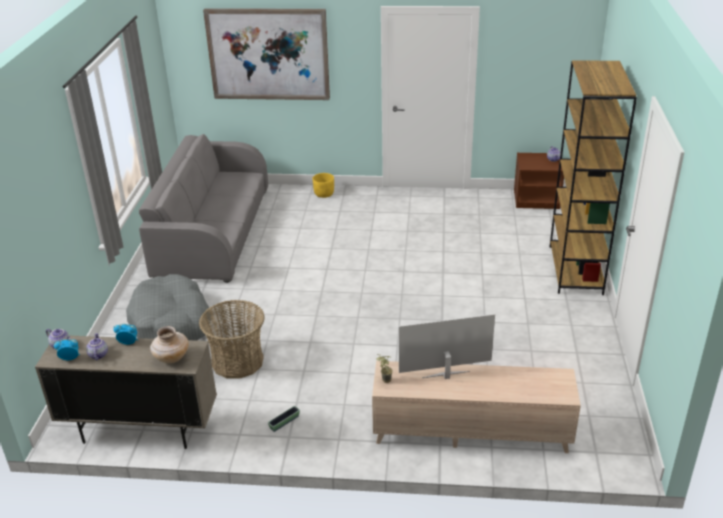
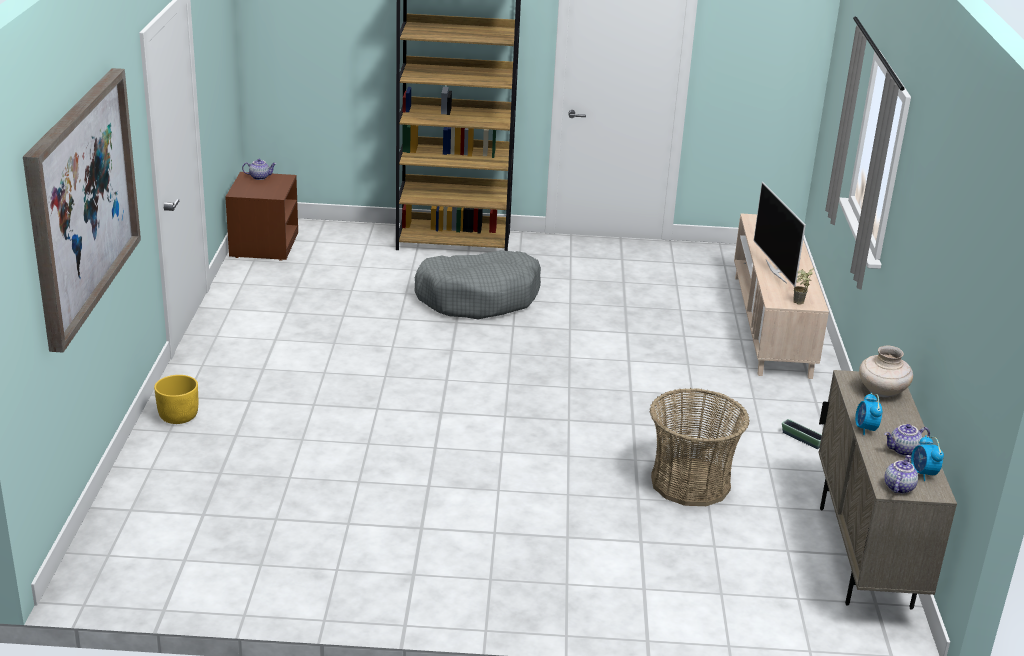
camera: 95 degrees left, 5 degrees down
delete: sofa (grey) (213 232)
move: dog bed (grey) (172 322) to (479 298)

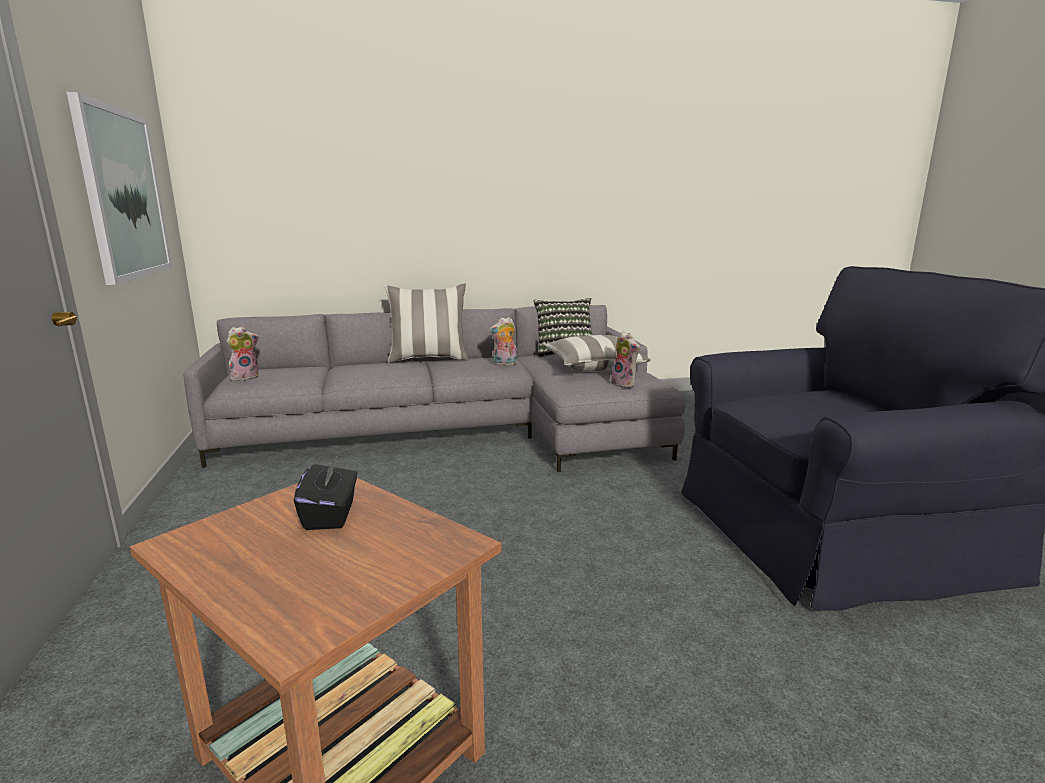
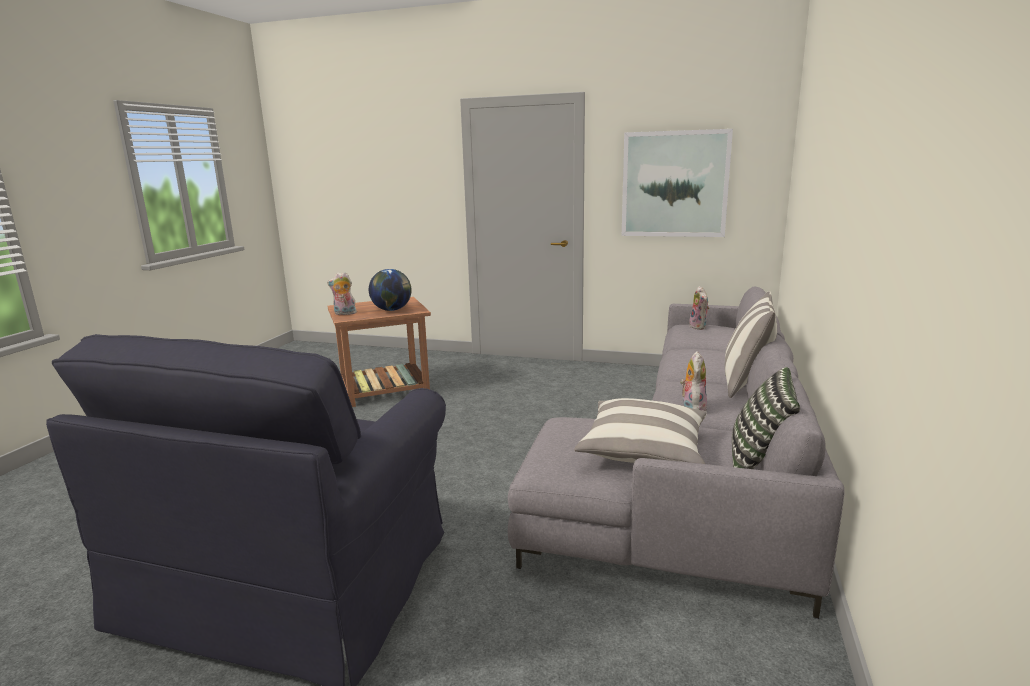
camera: 120 degrees right, 0 degrees up
move: plush toy (625 384) to (344 314)
replace: tissue box (black) (331 515) to globe (392 310)

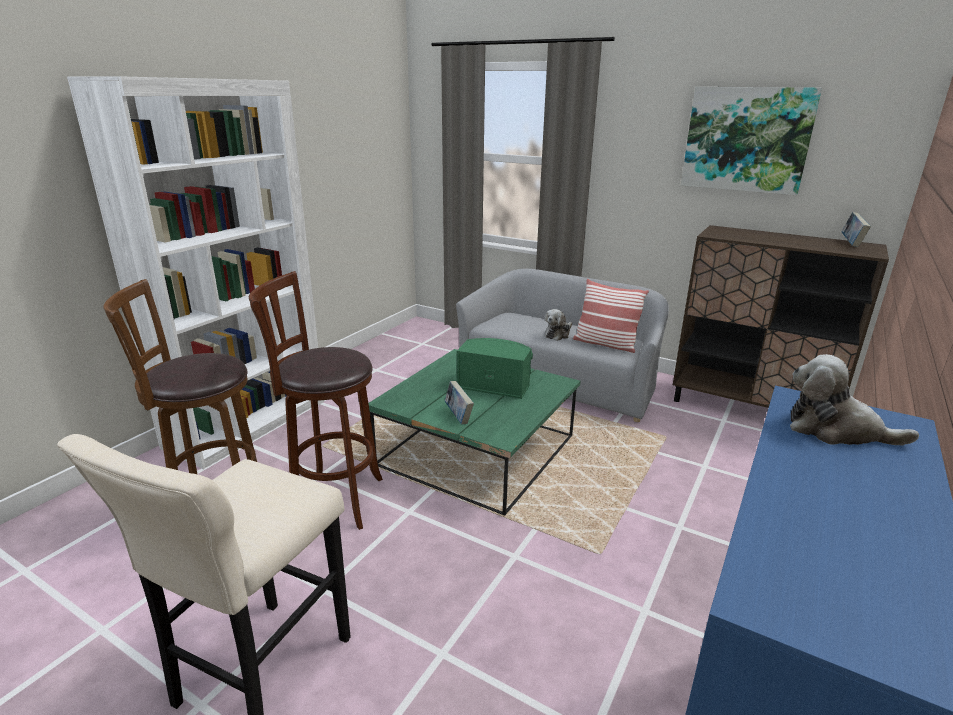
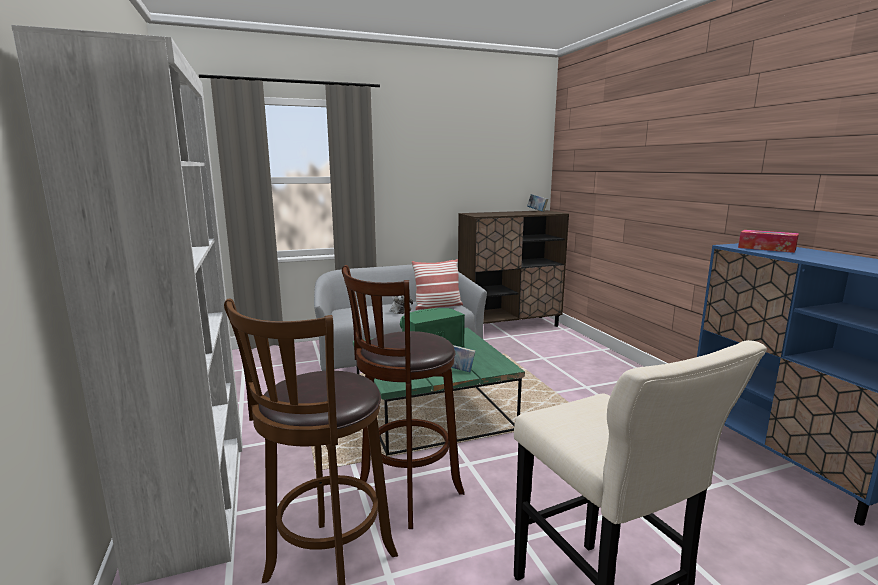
camera: 50 degrees left, 10 degrees down
delete: picture (746 140)
replace: plush toy (835 430) to tissue box (766 248)

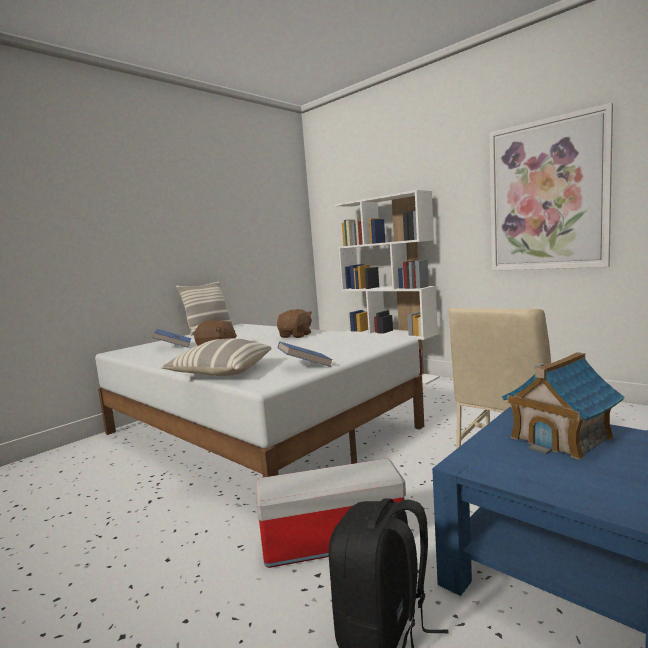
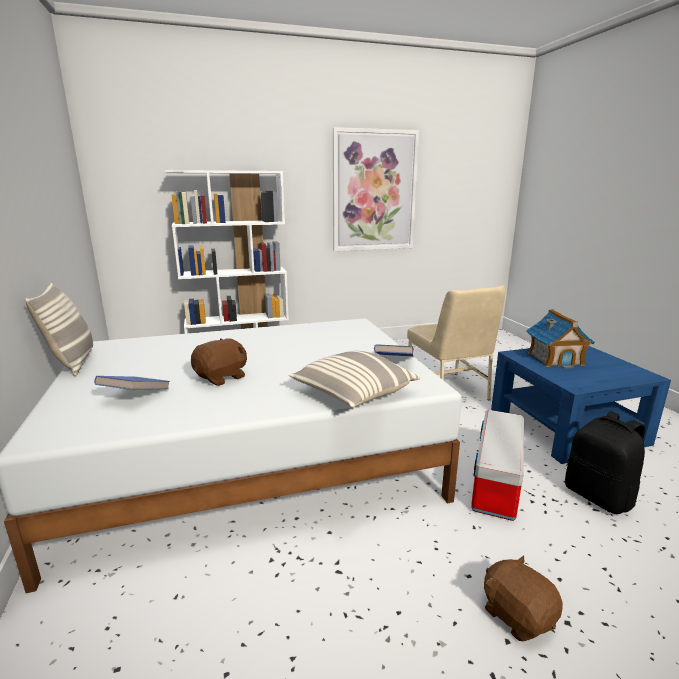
camera: 60 degrees left, 10 degrees up
move: plush toy (brown) (296 335) to (517 615)

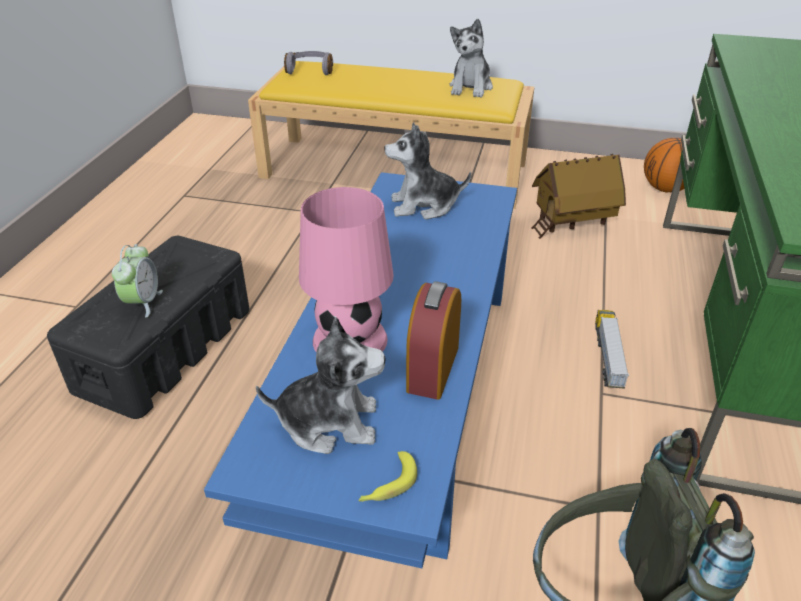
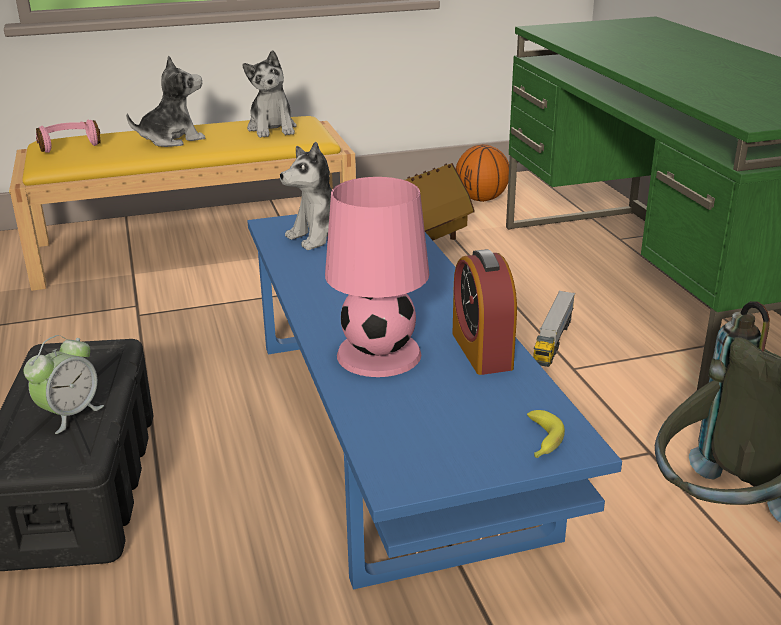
camera: 30 degrees left, 10 degrees down
move: plush toy (329 422) to (172 139)
recolor: headphones (grey) (310 70) to headphones (pink) (68 145)
rotate: alarm clock (143 302) = (70 414) 60 degrees clockwise; toy truck (607 357) = (553 340) 135 degrees counterclockwise

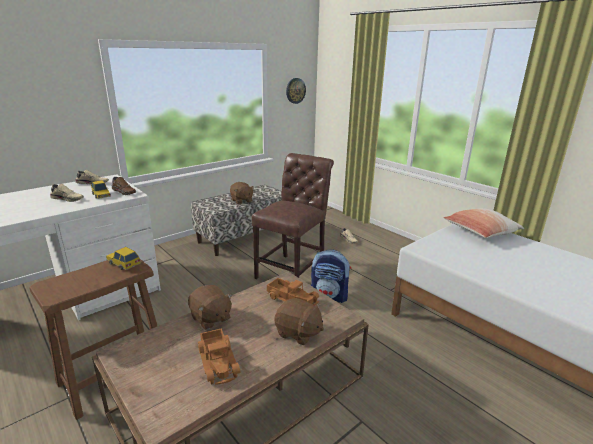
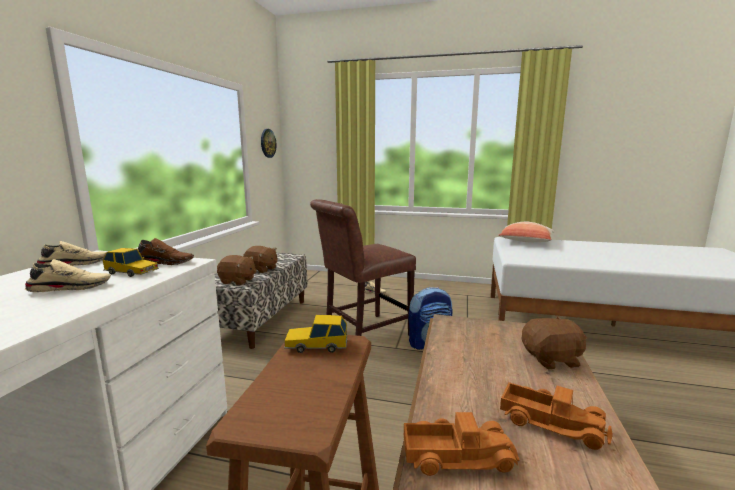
camera: 35 degrees left, 10 degrees down
move: plush toy (brown) (210 318) to (237 281); toy truck (292 299) to (457 455)
rotate: chair (brown) (293 271) = (363 334) 120 degrees counterclockwise

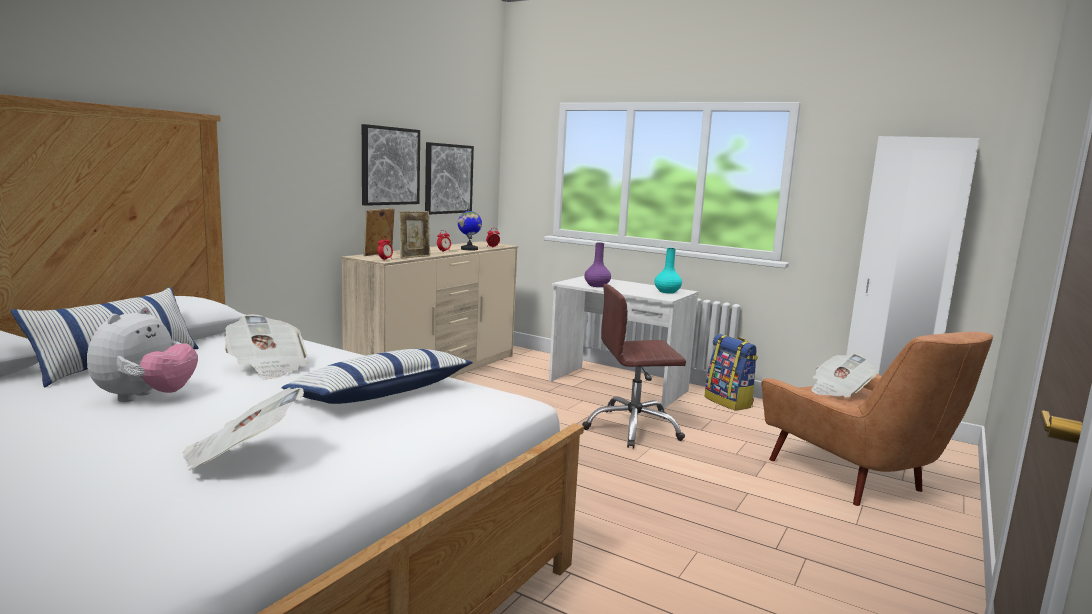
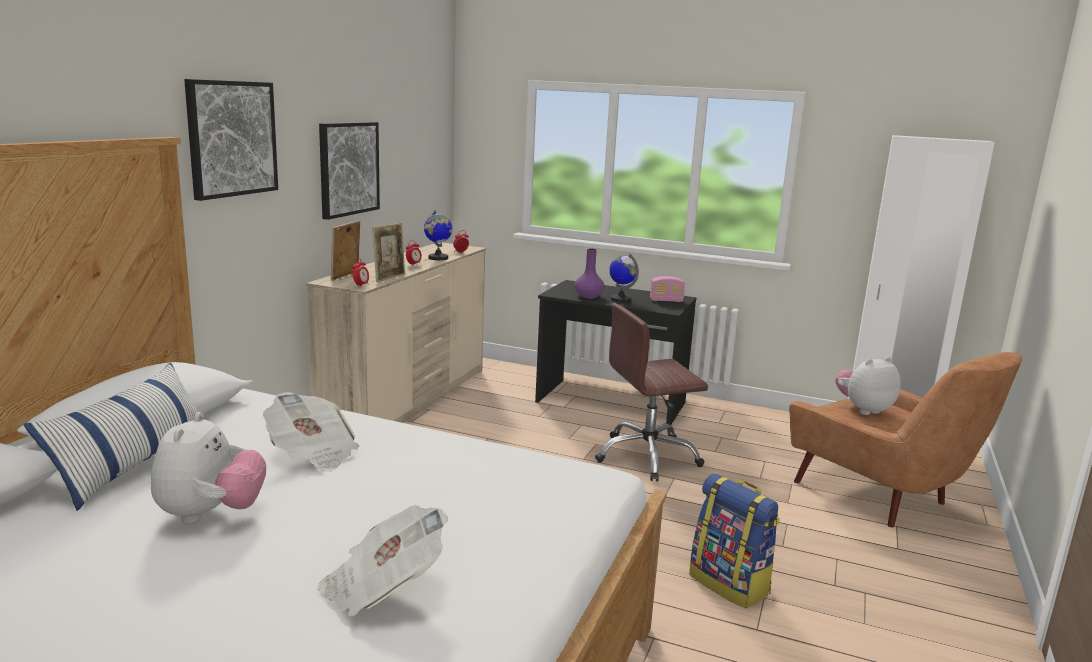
camera: 10 degrees left, 5 degrees up
delete: pillow (381 394)
insert: globe (621 300)
move: picture (448 178) to (231 138); backpack (729 402) to (730 584)
replace: vase (turquoise) (667 292) to radio (666 300); newspaper (838 391) to plush toy (863 409)
recolor: desk (white) (617 386) to desk (black) (611 403)

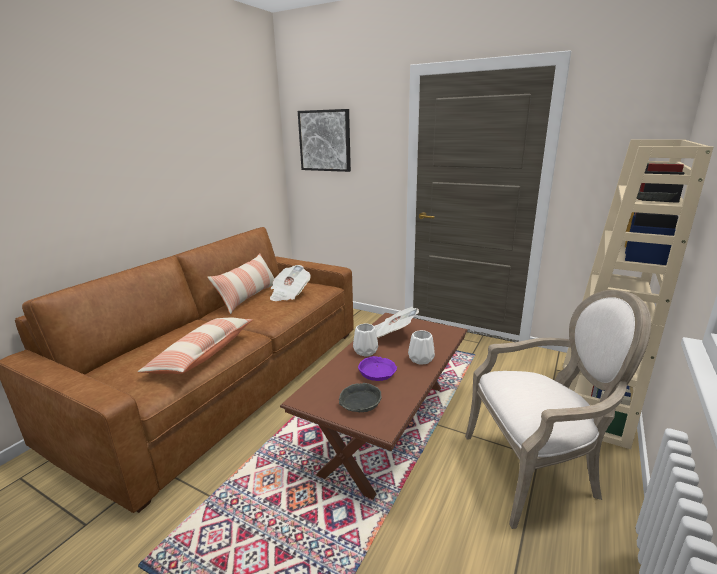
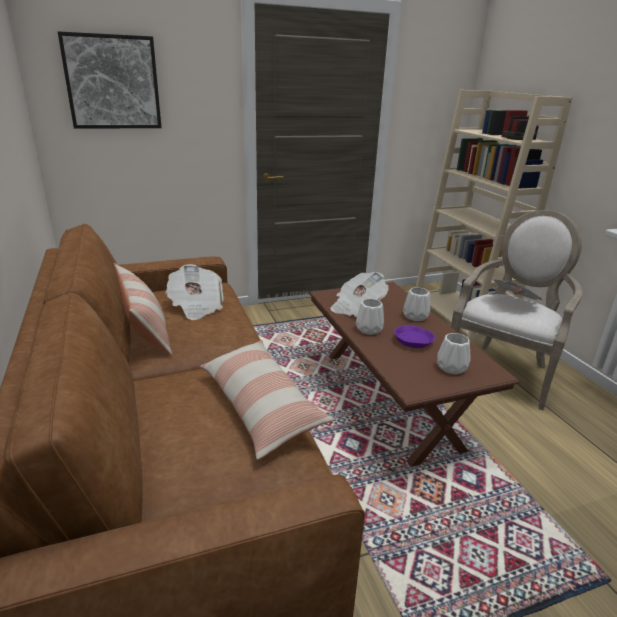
camera: 50 degrees left, 5 degrees up
insert: newspaper (515 303)
replace: bowl (grey) (359 403) to vase (white) (451 368)

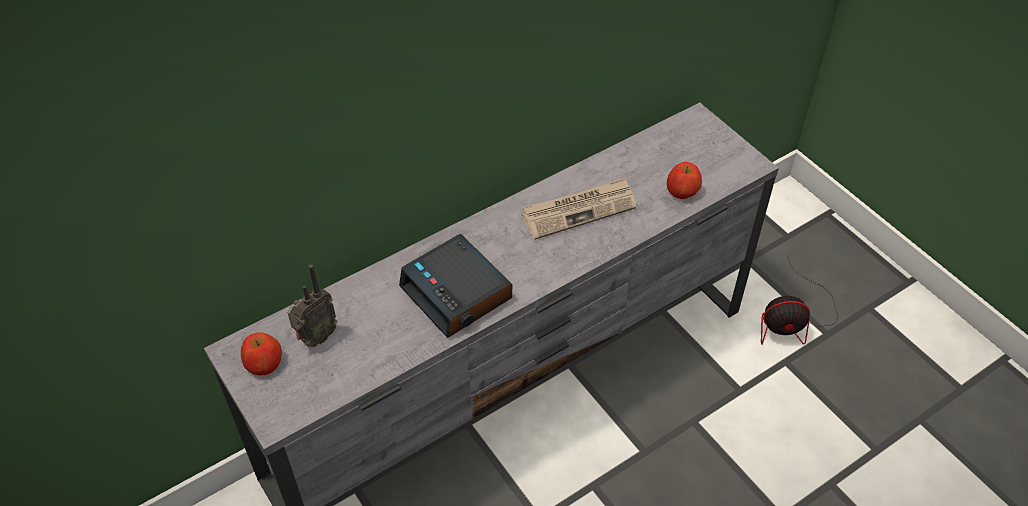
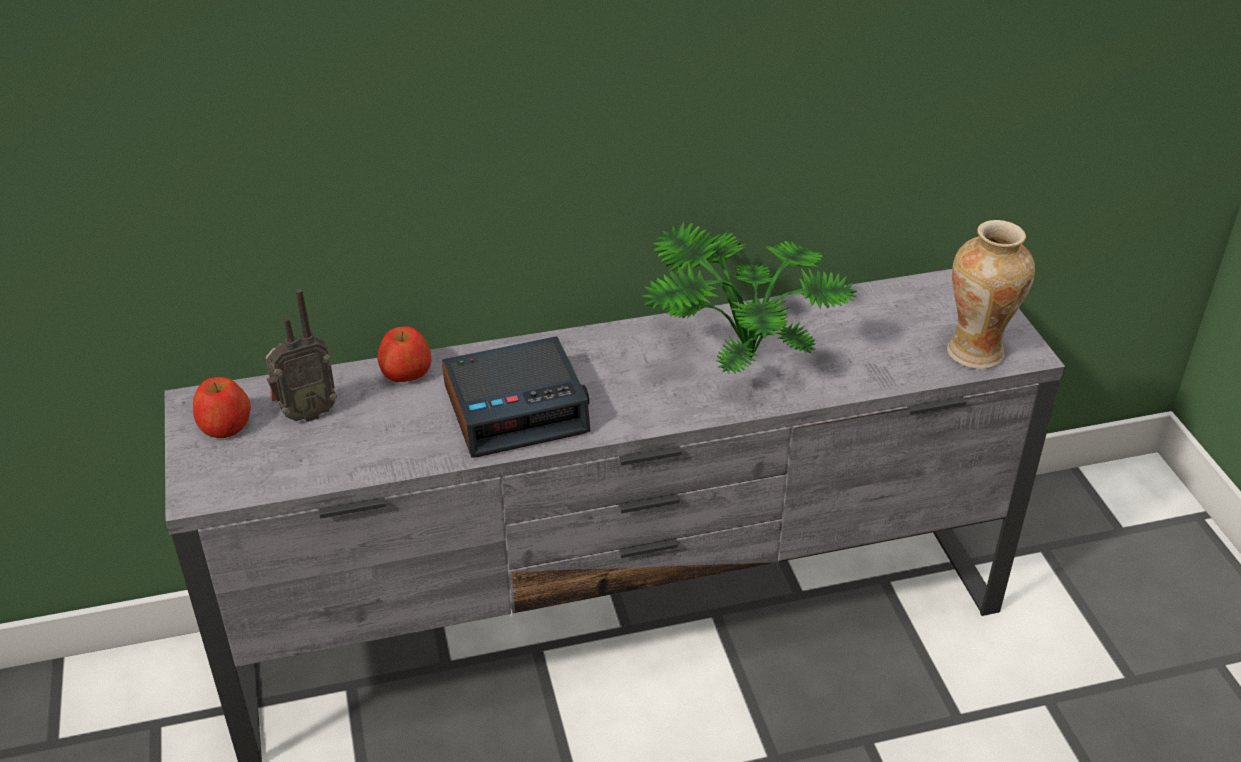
camera: 20 degrees right, 10 degrees down
delete: fan (792 320)
insert: vase (976 352)
move: apple (682 191) to (405 372)
replace: newspaper (579 210) to potted plant (738 352)
rotate: alarm clock (457 293) = (517 408) 90 degrees counterclockwise

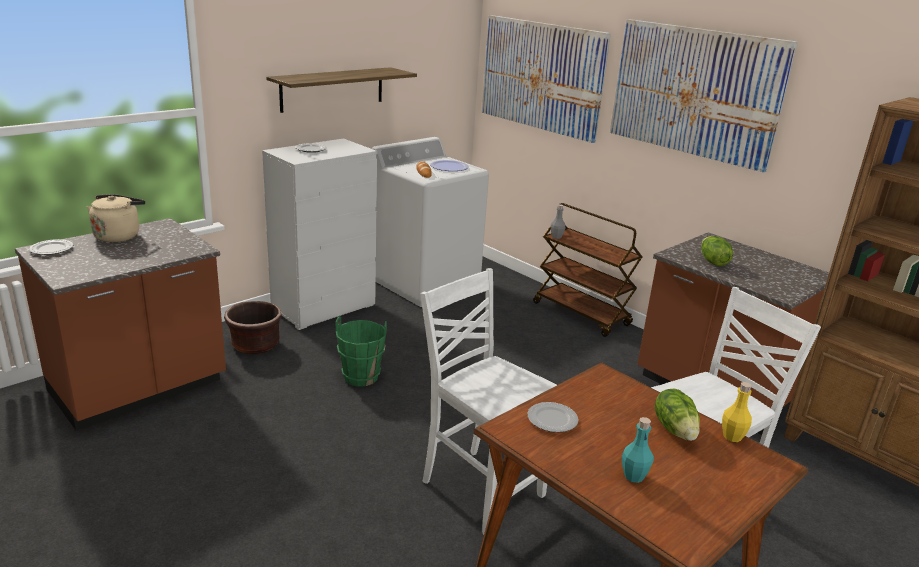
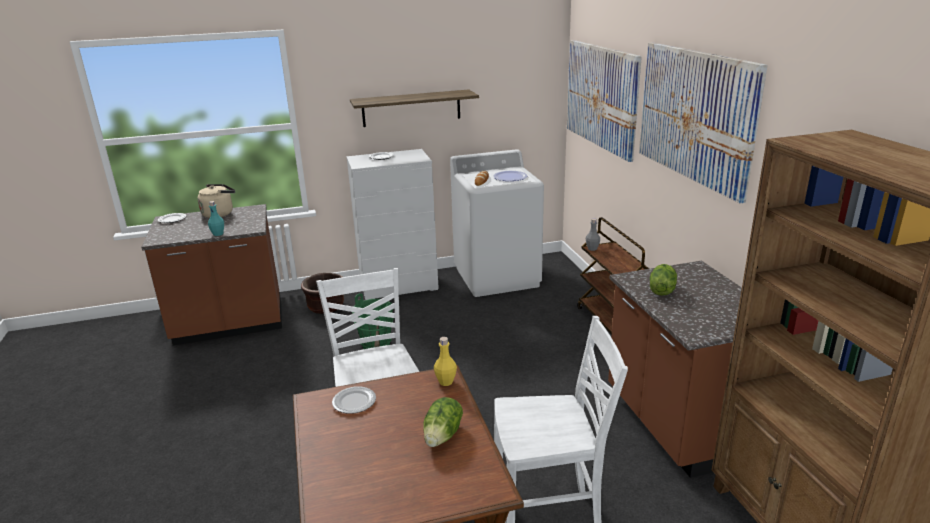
camera: 30 degrees right, 0 degrees up
move: bottle (turquoise) (633 476) to (218 234); bottle (yellow) (732 437) to (446 382)

